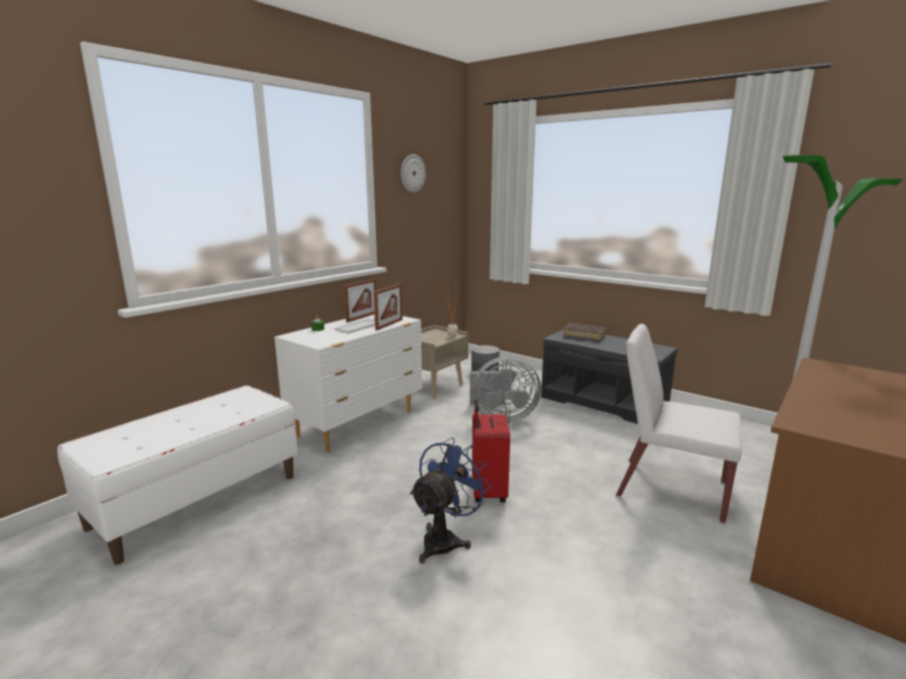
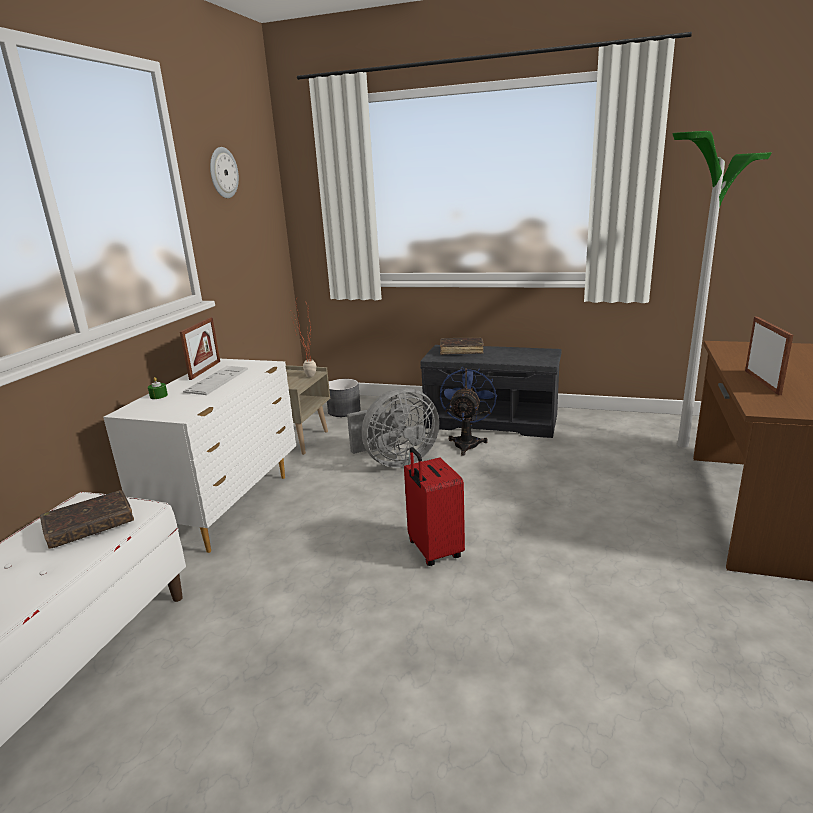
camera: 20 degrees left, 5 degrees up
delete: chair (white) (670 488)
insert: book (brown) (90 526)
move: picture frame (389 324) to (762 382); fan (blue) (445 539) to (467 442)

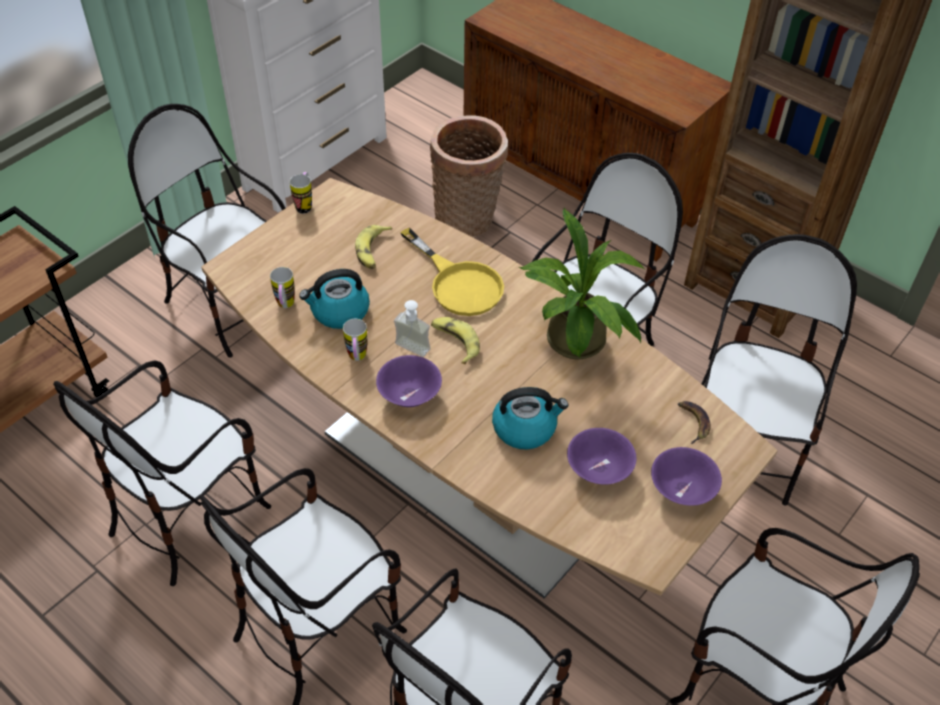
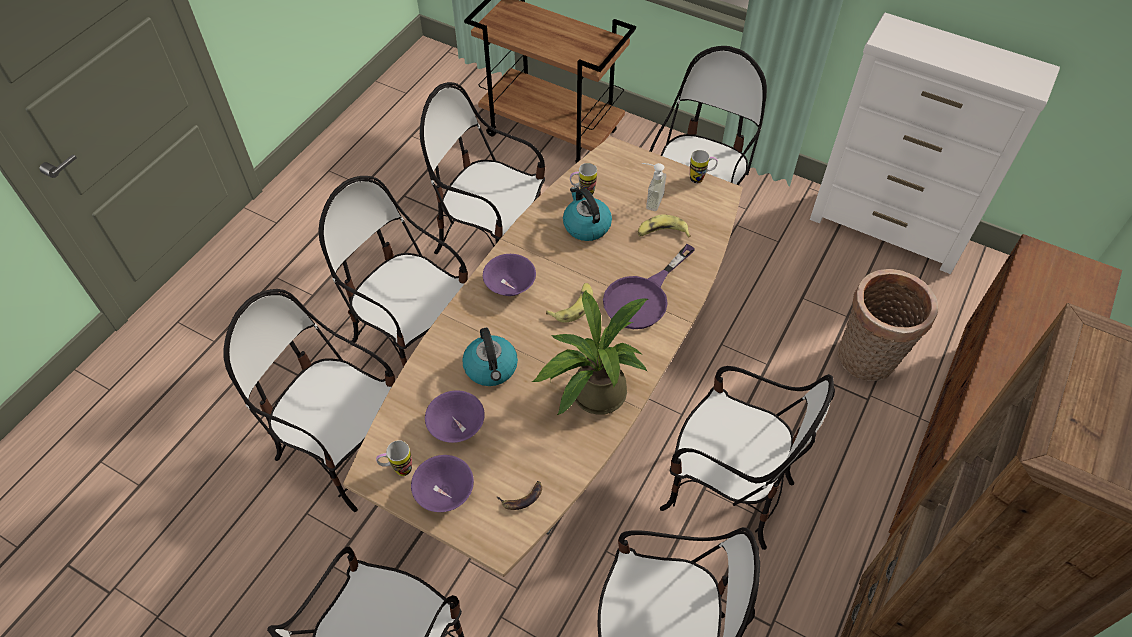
camera: 80 degrees right, 5 degrees up
move: mug (357 359) to (398 470); soap dispenser (408 351) to (649 199)
recolor: frying pan (yellow) (459 283) to frying pan (purple) (643 297)

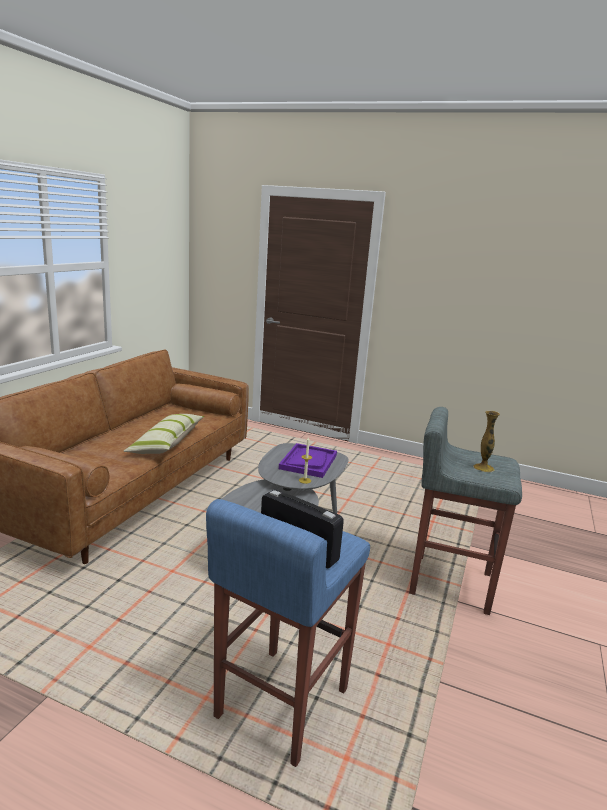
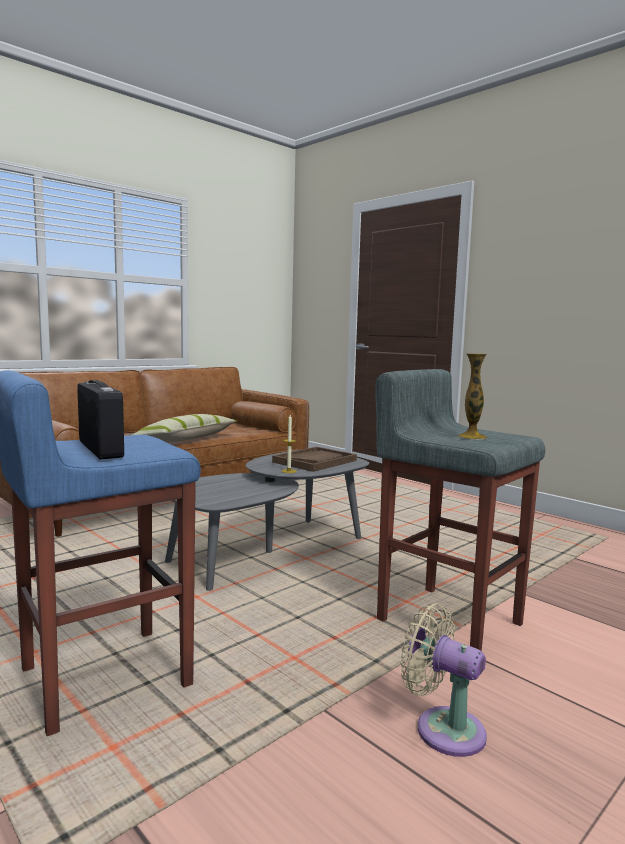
camera: 25 degrees right, 10 degrees down
insert: fan (beige) (443 728)
recolor: tray (purple) (308 462) to tray (brown) (314 461)

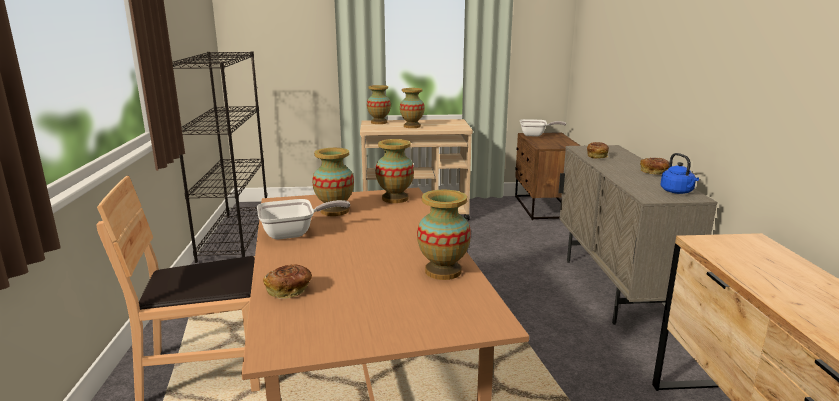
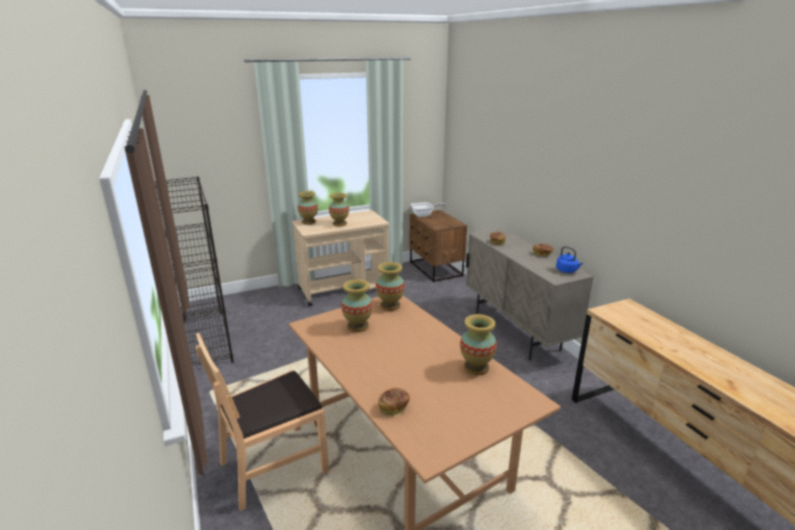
camera: 20 degrees left, 5 degrees up
delete: frying pan (294 233)

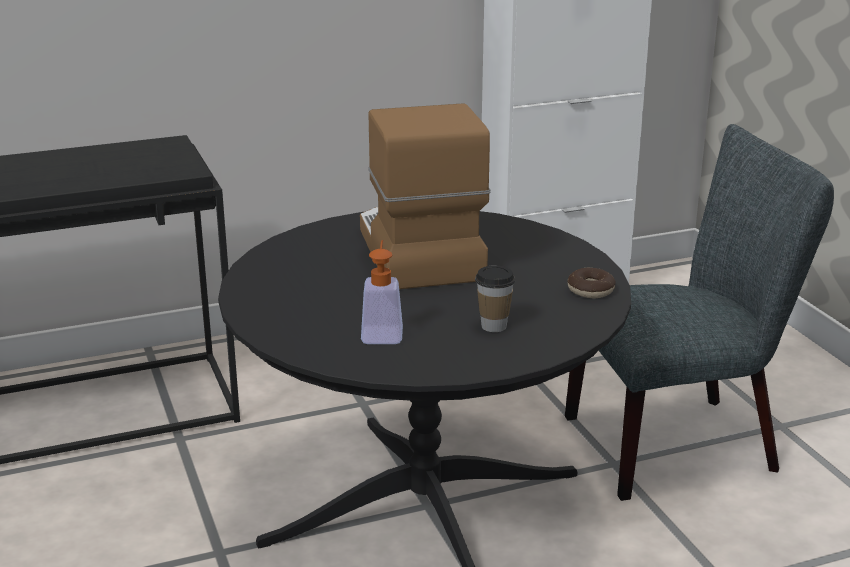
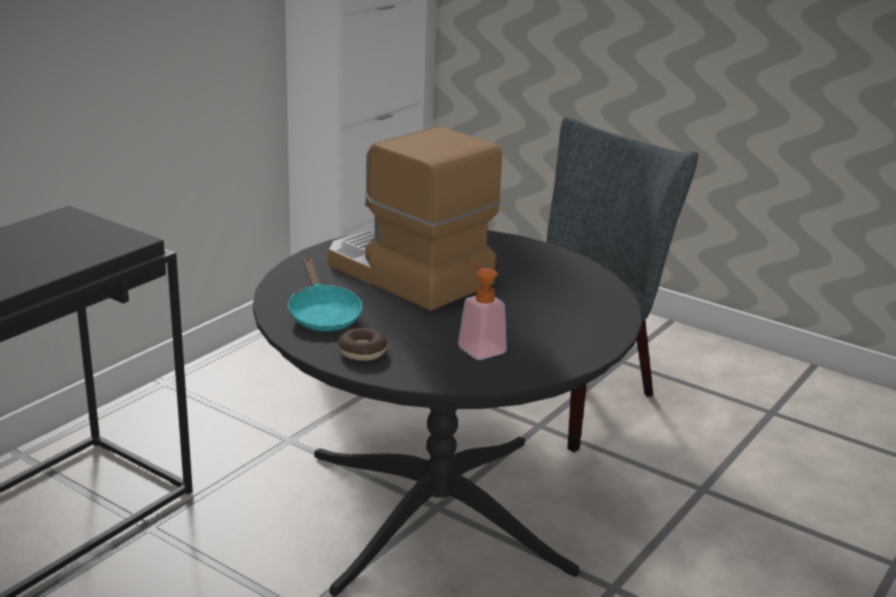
camera: 35 degrees left, 0 degrees up
delete: cup (493 326)
insert: frying pan (turquoise) (322 314)
move: donut (590 290) to (362 352)

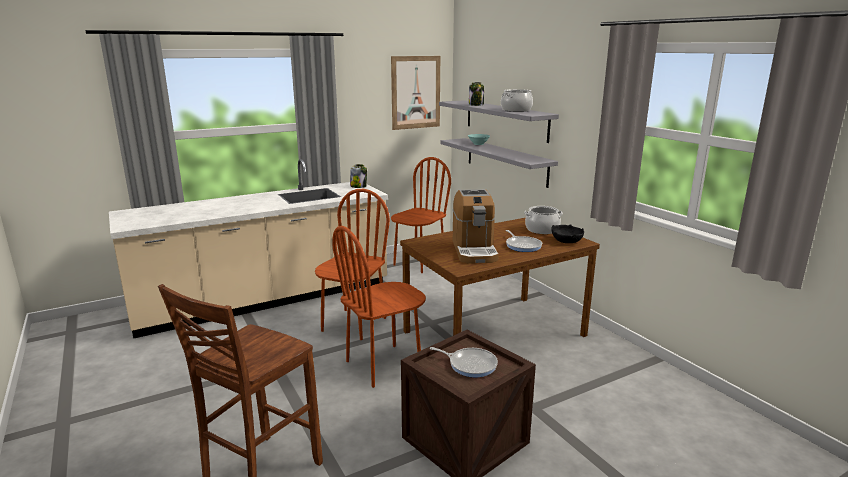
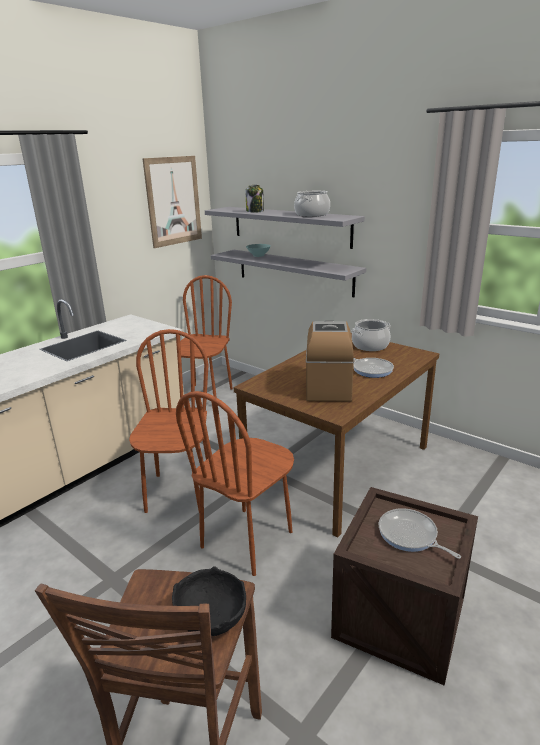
camera: 20 degrees left, 5 degrees up
delete: jar (358 186)
move: bowl (black) (566 241) to (211 617)
rotate: frying pan (470 364) = (410 535) 135 degrees counterclockwise; coffee machine (474 250) = (328 385) 150 degrees counterclockwise

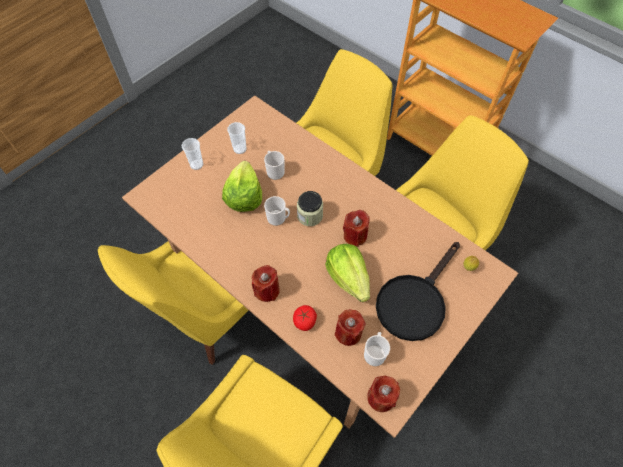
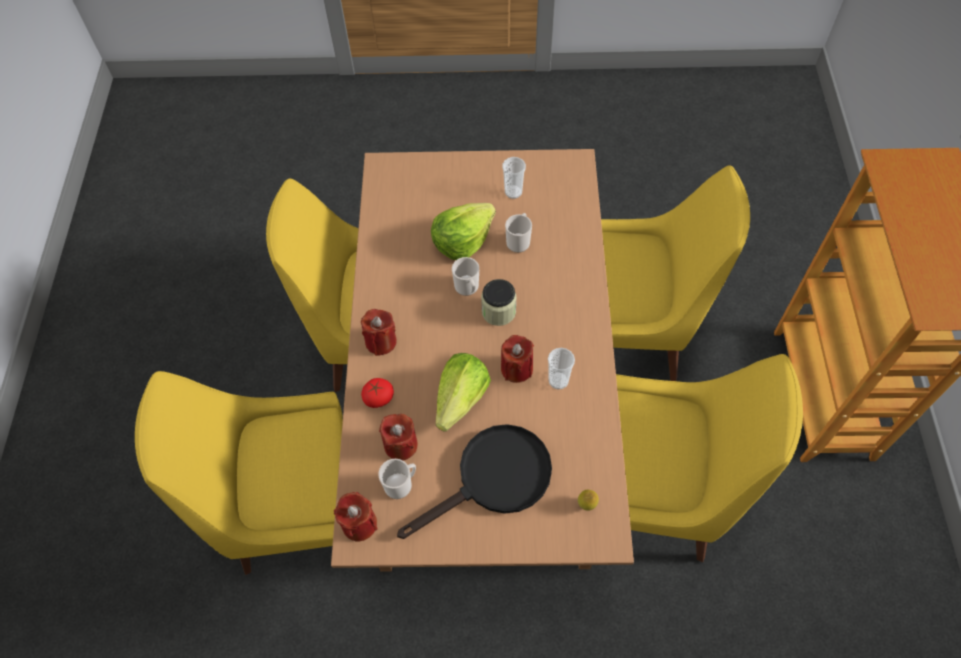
camera: 50 degrees right, 0 degrees up
move: cup (196 165) to (558 381)
rotate: frying pan (black) (414 301) = (493 479) 150 degrees clockwise

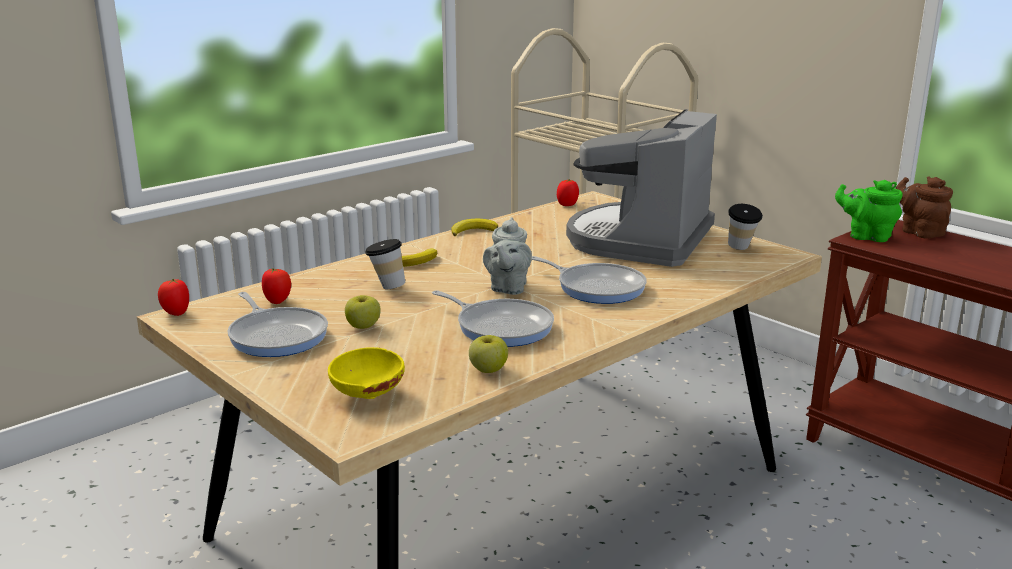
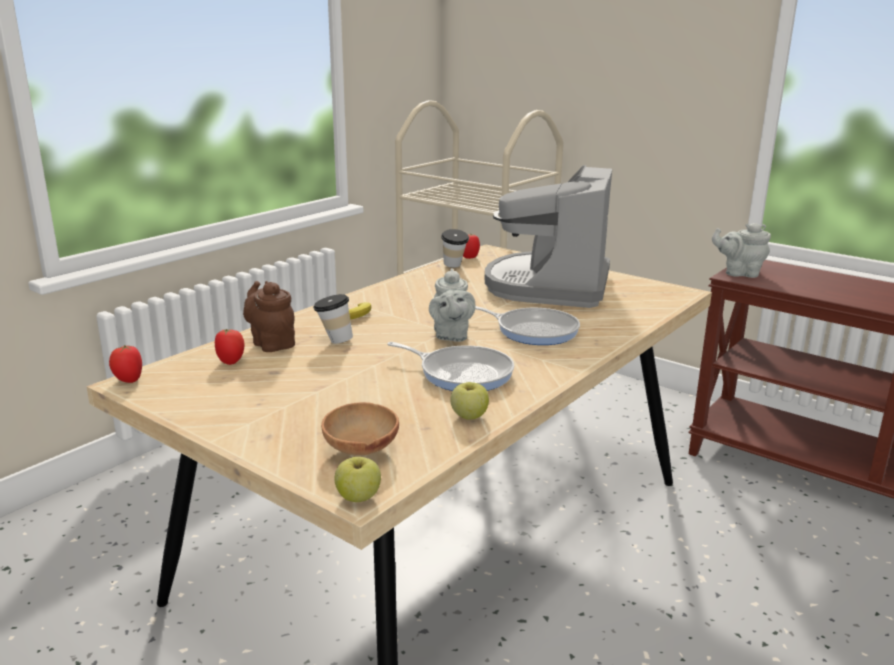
camera: 10 degrees left, 0 degrees up
delete: frying pan (277 336); banana (473 231)
move: apple (363 326) to (358 497); cup (741 249) to (454 267); teapot (brown) (919 232) to (272 343)
recolor: bowl (yellow) (366 395) to bowl (brown) (360 451); teapot (green) (866 236) to teapot (grey) (739 273)

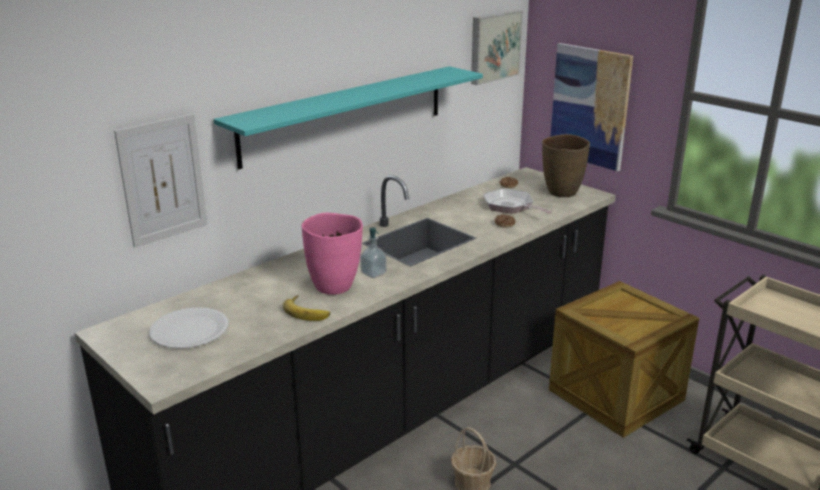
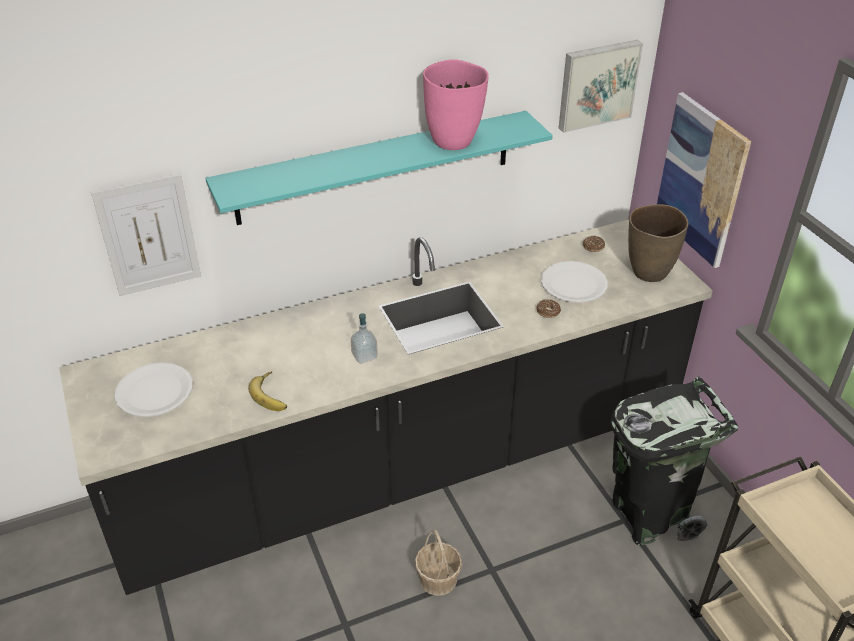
camera: 20 degrees right, 15 degrees up
move: vase (pink) (334 286) to (454 141)
replace: frying pan (511 206) to plate (white) (573 284); crate (616 395) to trash can (black) (649 515)

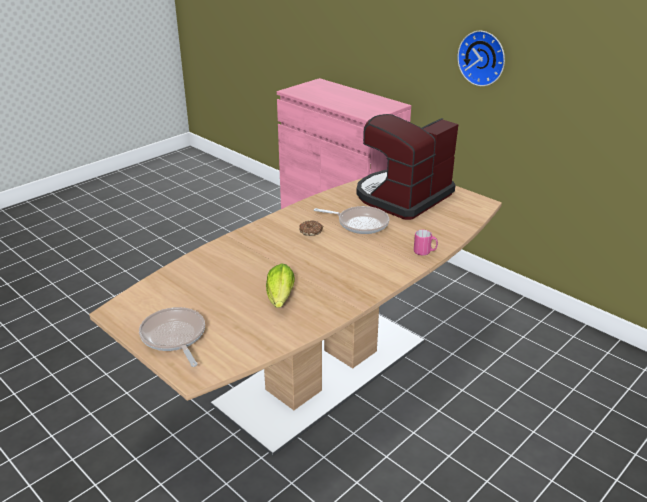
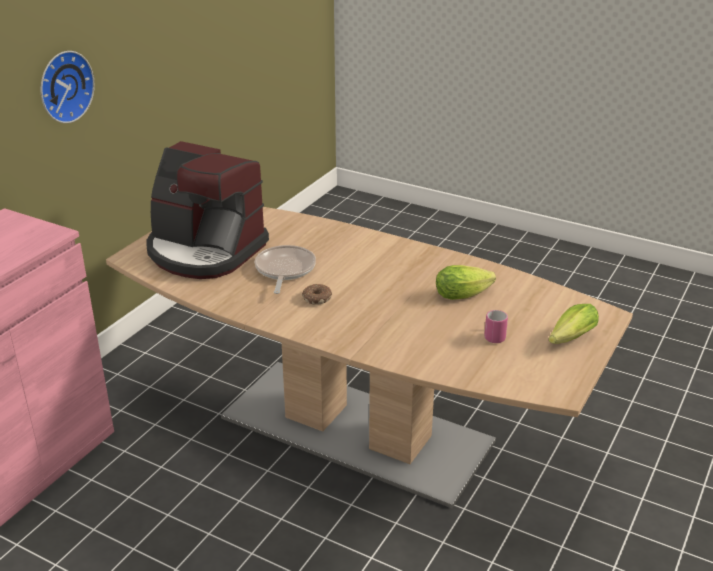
camera: 105 degrees left, 0 degrees up
move: mug (pink) (425 252) to (494 336)
replace: frying pan (174 337) to lettuce (569 340)

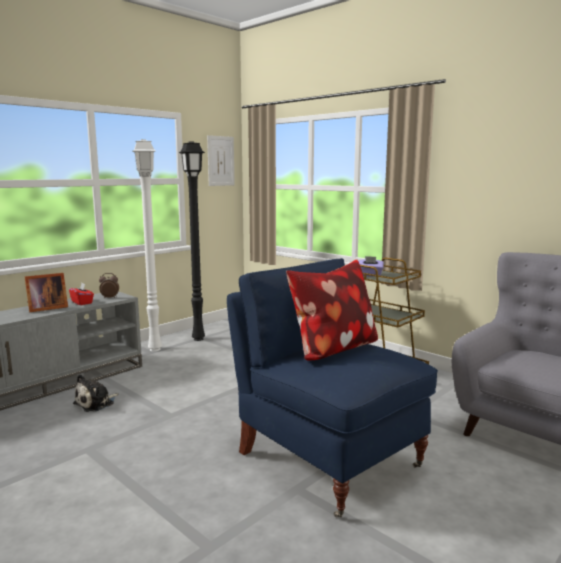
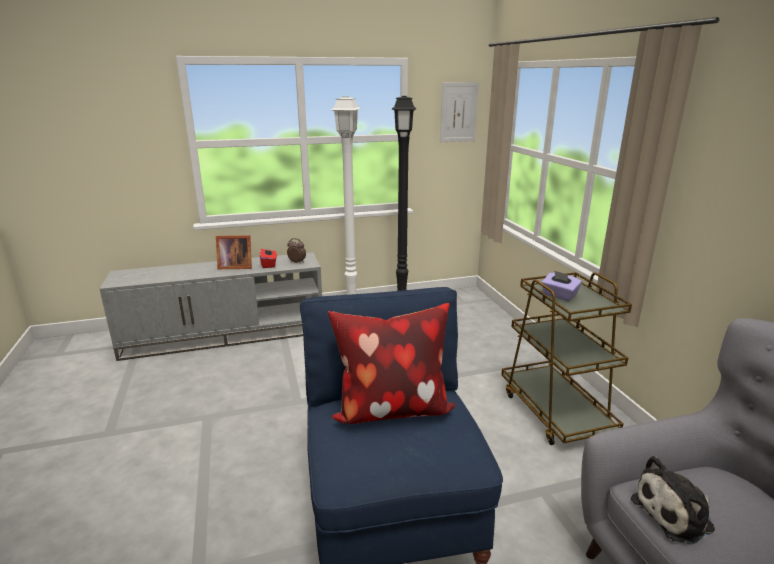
camera: 30 degrees right, 10 degrees up
move: plush toy (96 403) to (675 514)

